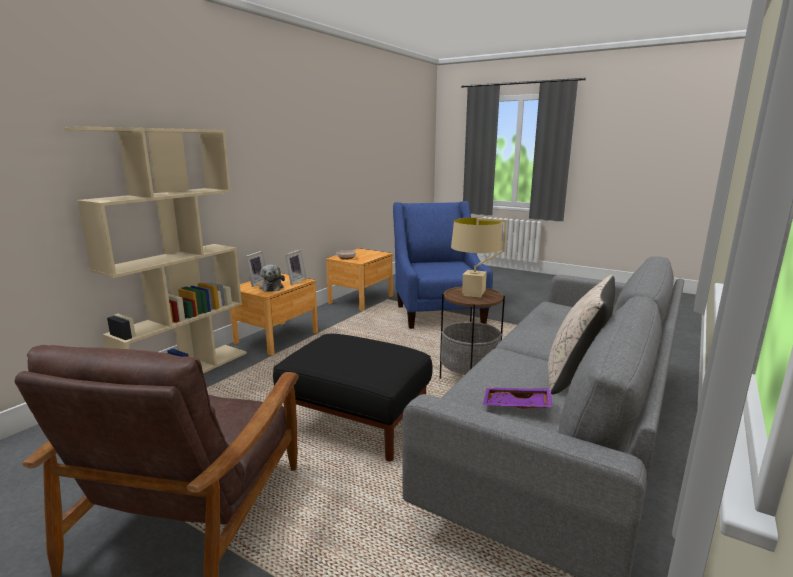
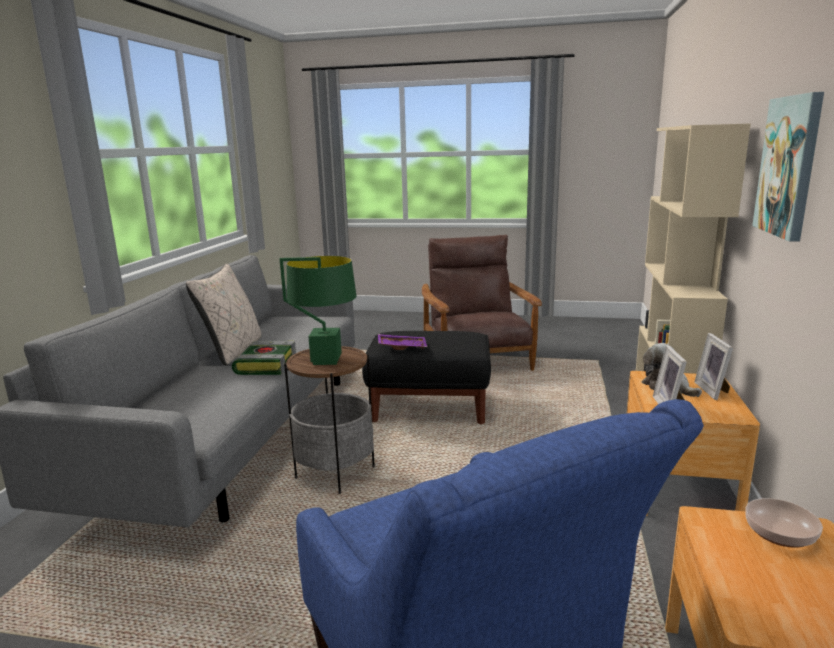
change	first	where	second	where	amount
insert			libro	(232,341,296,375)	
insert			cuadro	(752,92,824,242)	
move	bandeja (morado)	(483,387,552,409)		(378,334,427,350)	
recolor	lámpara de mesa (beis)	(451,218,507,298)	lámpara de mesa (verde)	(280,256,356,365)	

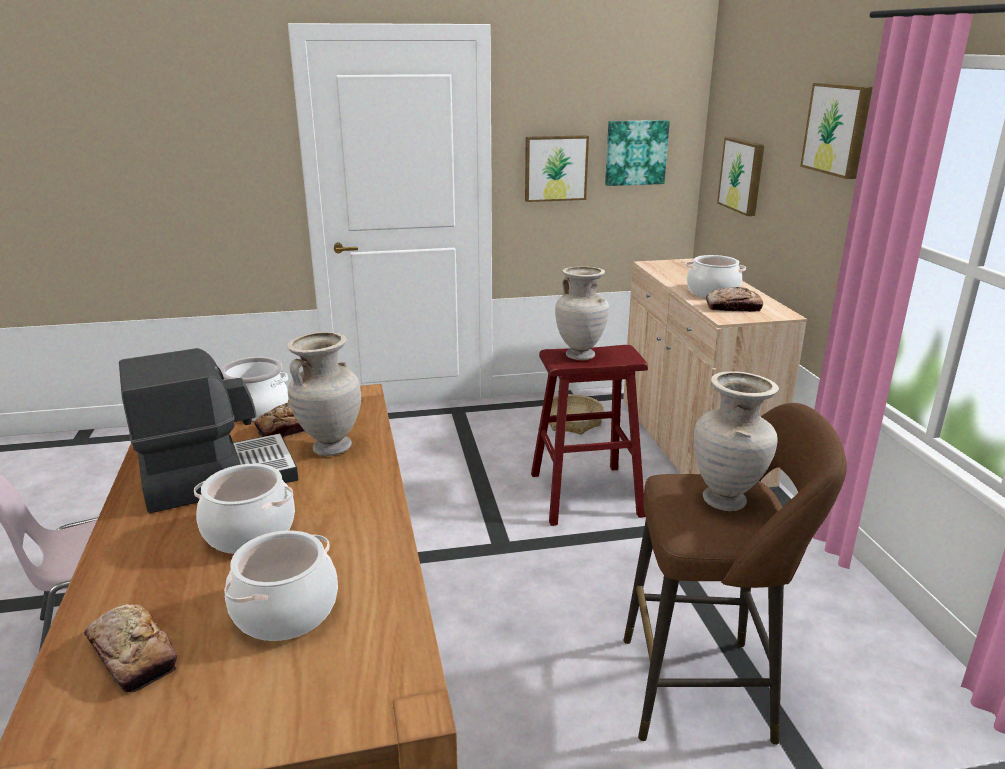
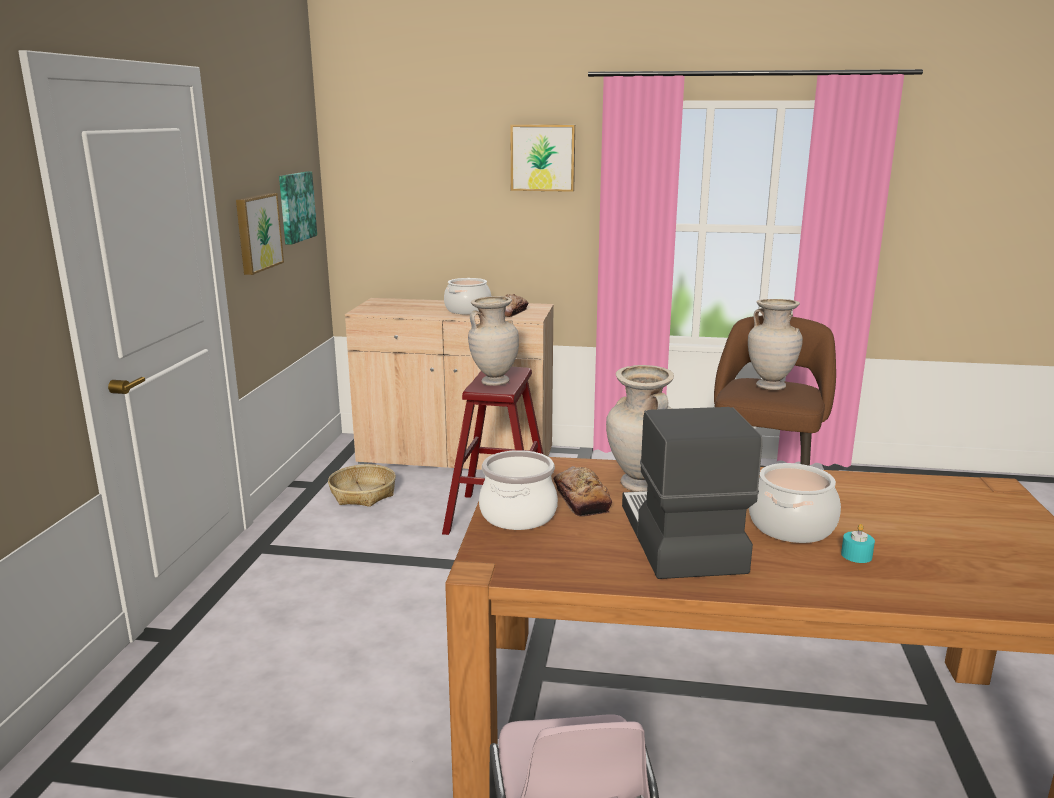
change	first	where	second	where	amount
delete	pan	(84,604,177,693)			
delete	olla	(224,530,338,641)			
delete	cuadro	(717,137,764,216)			
insert			vela (turquesa)	(841,524,875,563)	

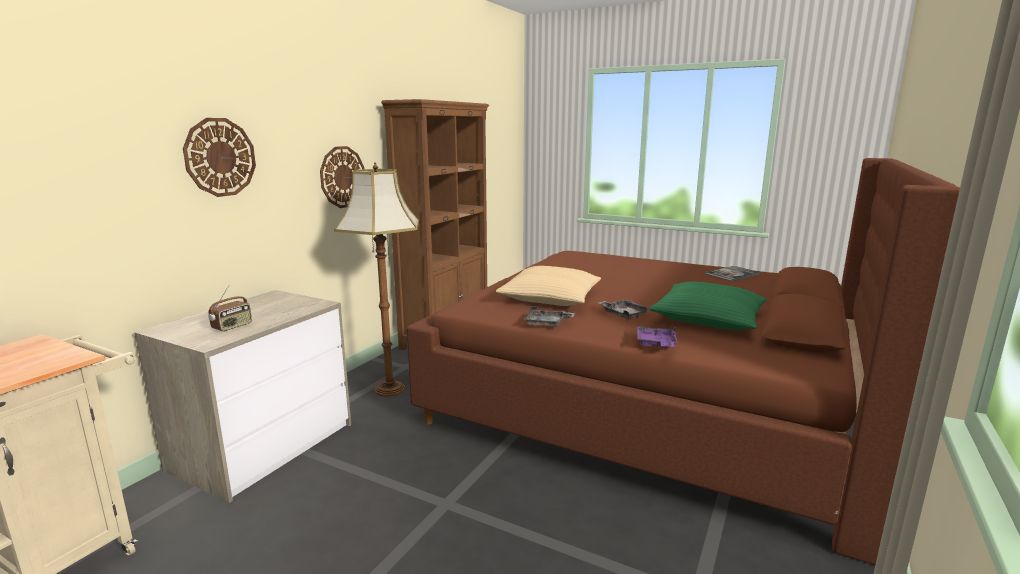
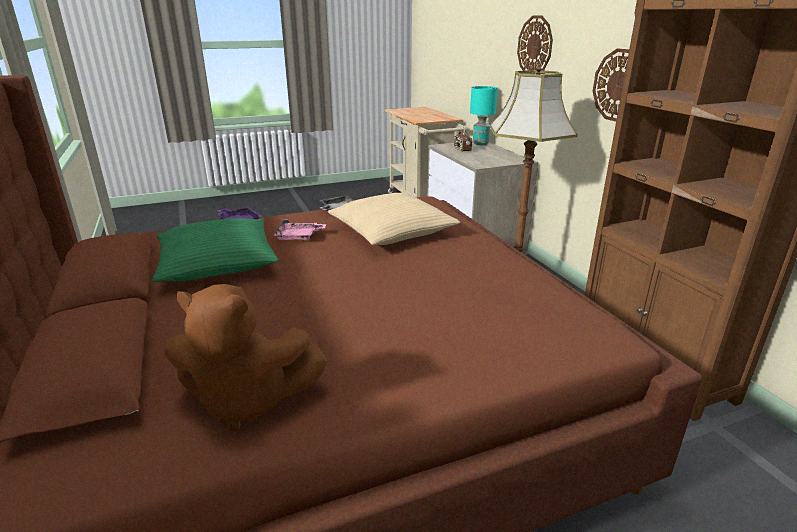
change	first	where	second	where	amount
insert			lámpara de mesa (turquesa)	(470,86,498,145)	
replace	libro	(706,266,760,281)	peluche (marrón)	(165,284,328,432)	
recolor	bandeja (gris)	(599,299,649,320)	bandeja (rosa)	(273,220,327,240)	

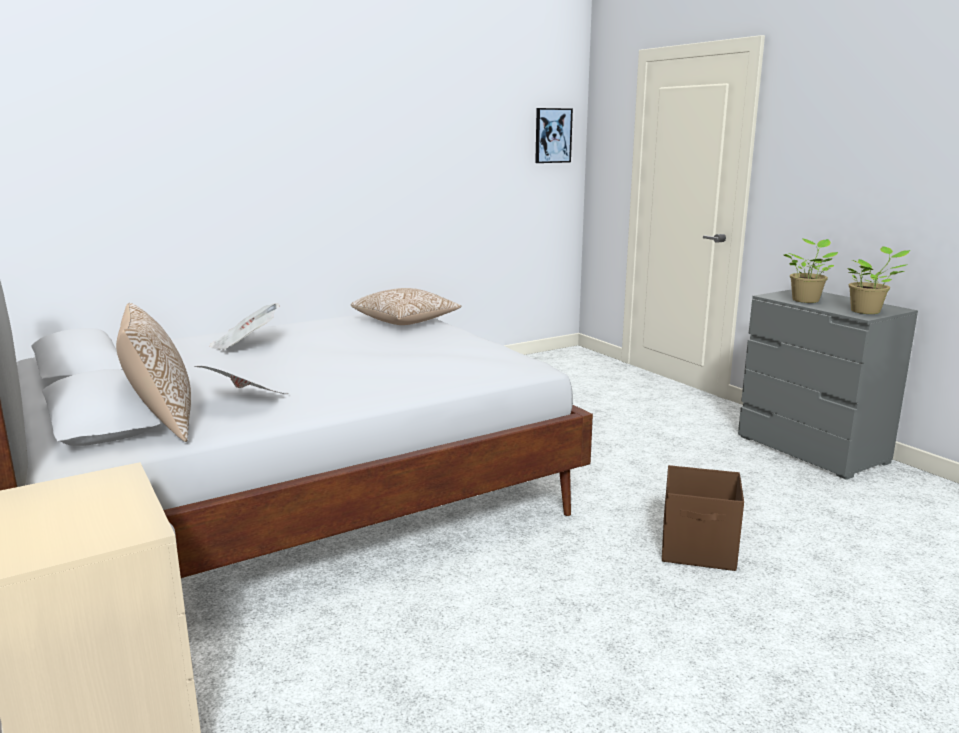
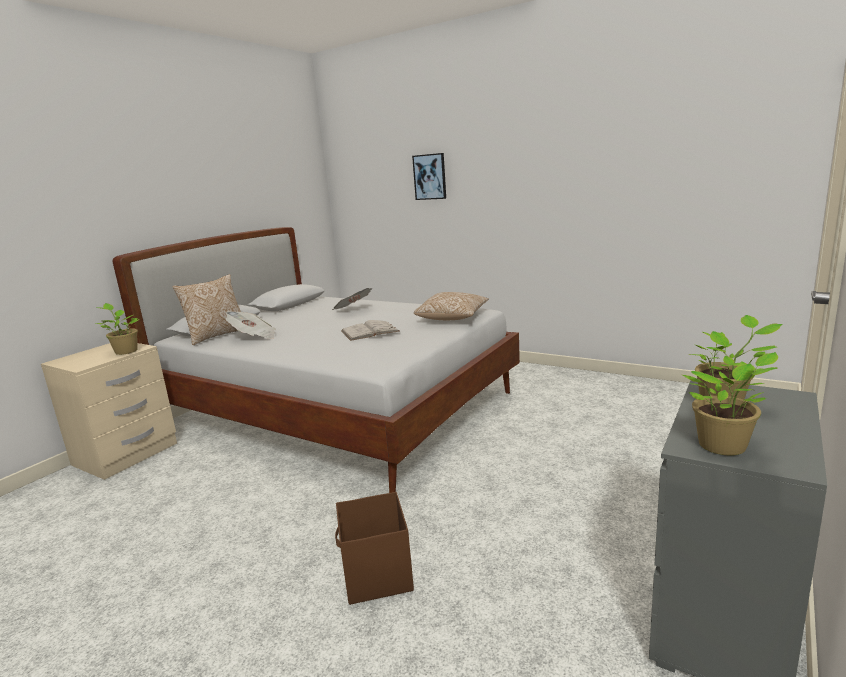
change	first	where	second	where	amount
insert			planta en maceta	(96,303,140,355)	
insert			libro (blanco)	(341,320,400,341)	
move	cuadro	(535,108,573,163)		(412,153,446,200)	

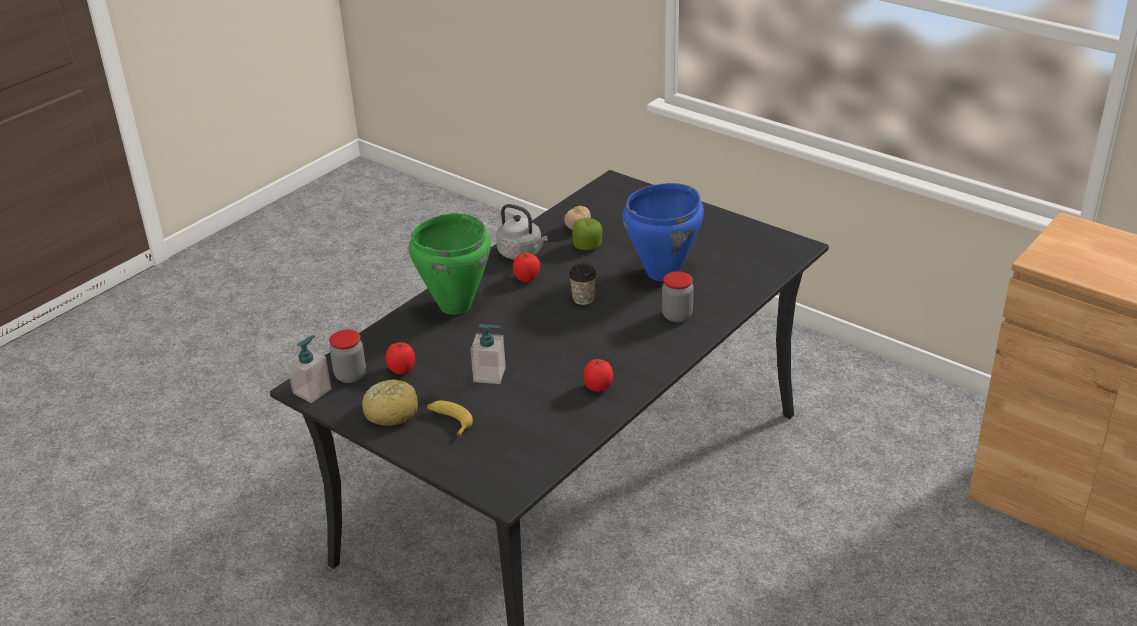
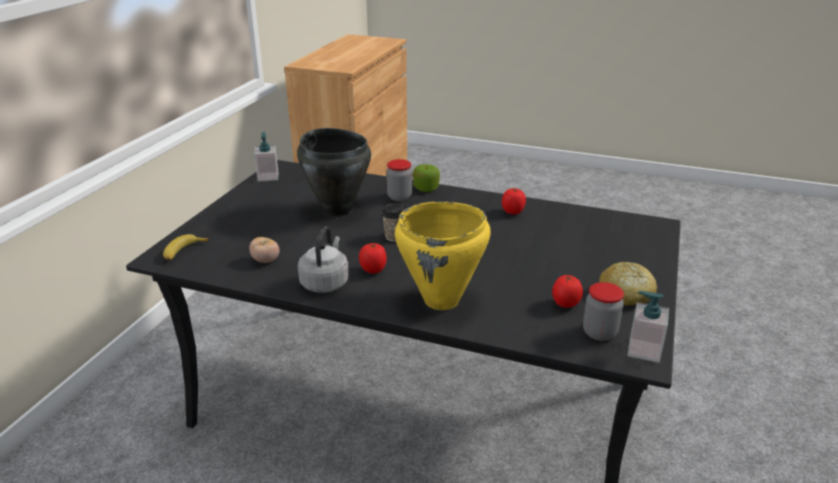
change	first	where	second	where	amount
move	plátano	(427,401,473,437)		(163,234,209,261)	
move	dispensador de jabón	(470,324,506,384)		(254,132,278,182)	
move	manzana	(572,218,602,250)		(413,164,440,192)	
recolor	olla (verde)	(409,213,491,314)	olla (amarillo)	(395,202,491,310)	
recolor	olla (azul)	(622,183,704,281)	olla (negro)	(297,128,371,216)	

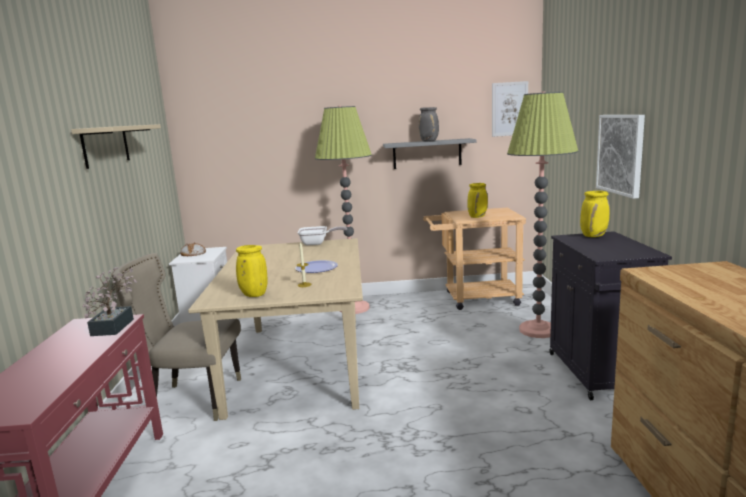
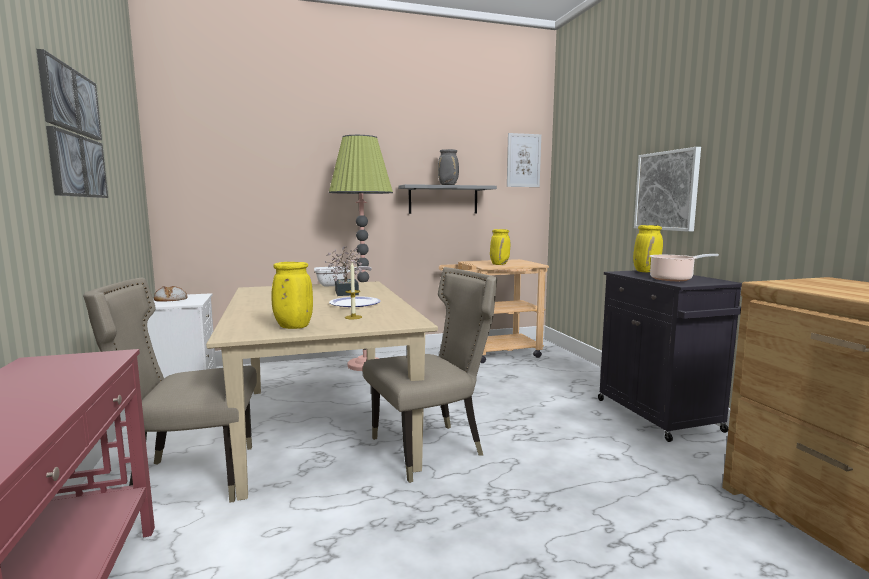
change	first	where	second	where	amount
delete	lámpara de pie	(507,91,579,338)			
insert			silla (beis)	(363,267,497,483)	
insert			olla	(649,254,719,281)	
move	planta en maceta	(83,267,137,336)		(325,246,363,296)	
replace	estante (beis)	(71,124,161,169)	cuadro	(36,49,108,198)	

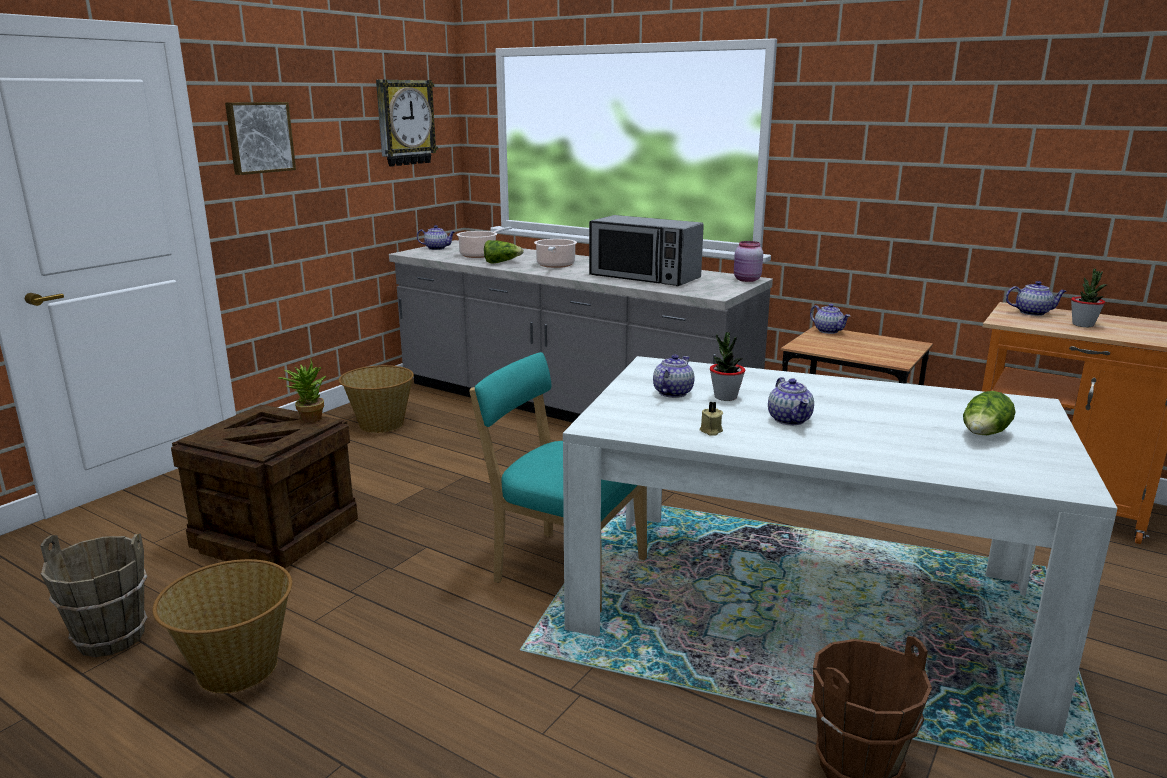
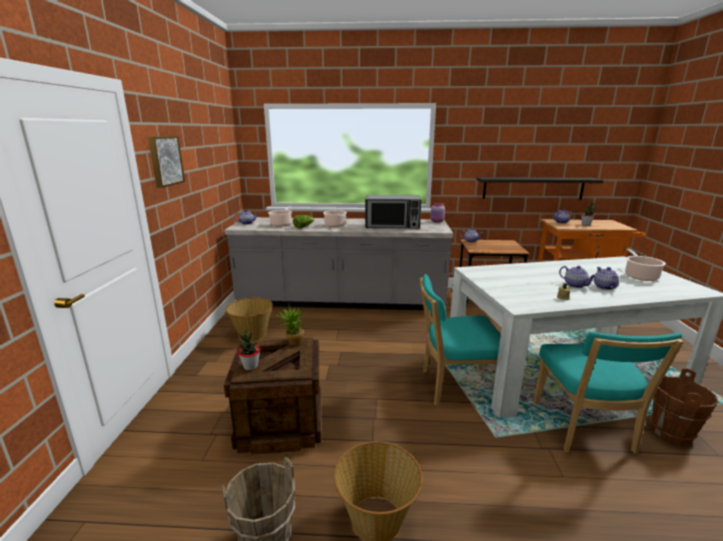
change	first	where	second	where	amount
delete	reloj de pared	(376,80,438,166)			
insert			estante	(477,177,604,200)	
insert			silla (turquesa)	(533,332,684,454)	
move	tetera	(653,354,694,398)		(594,267,619,290)	
move	planta en maceta	(710,332,745,401)		(238,330,260,370)	
replace	lechuga	(963,391,1016,435)	olla	(625,249,666,281)	

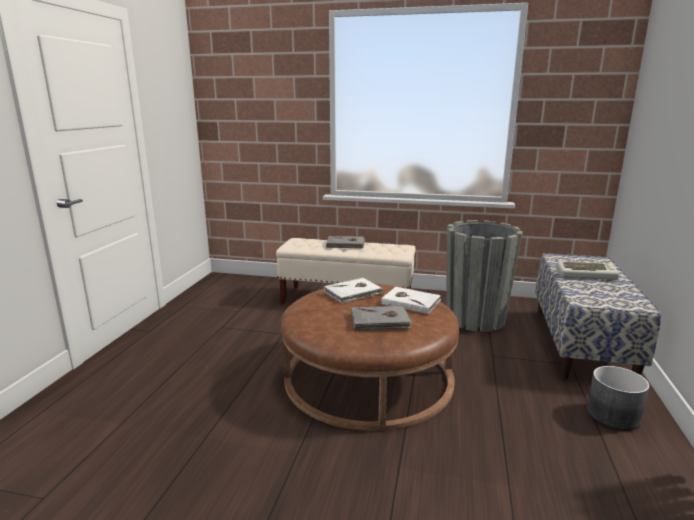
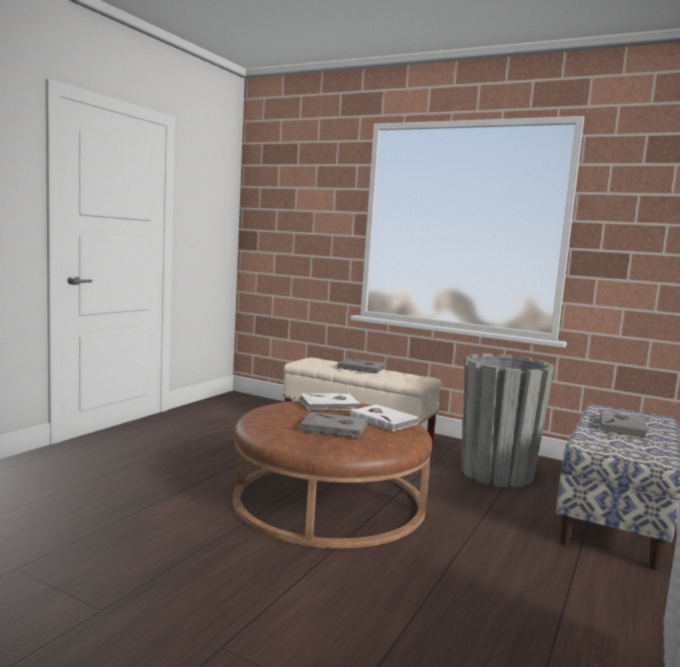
change	first	where	second	where	amount
delete	maceta (gris)	(587,366,649,431)			
replace	teclado	(556,261,619,280)	libro (gris)	(600,411,647,438)	

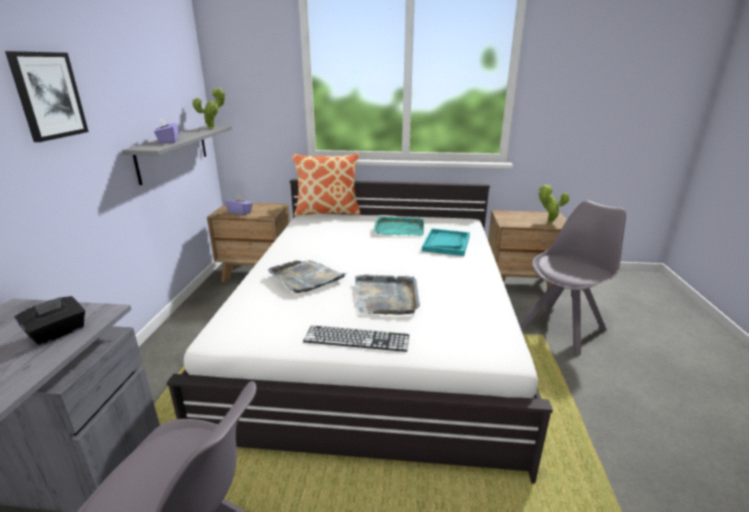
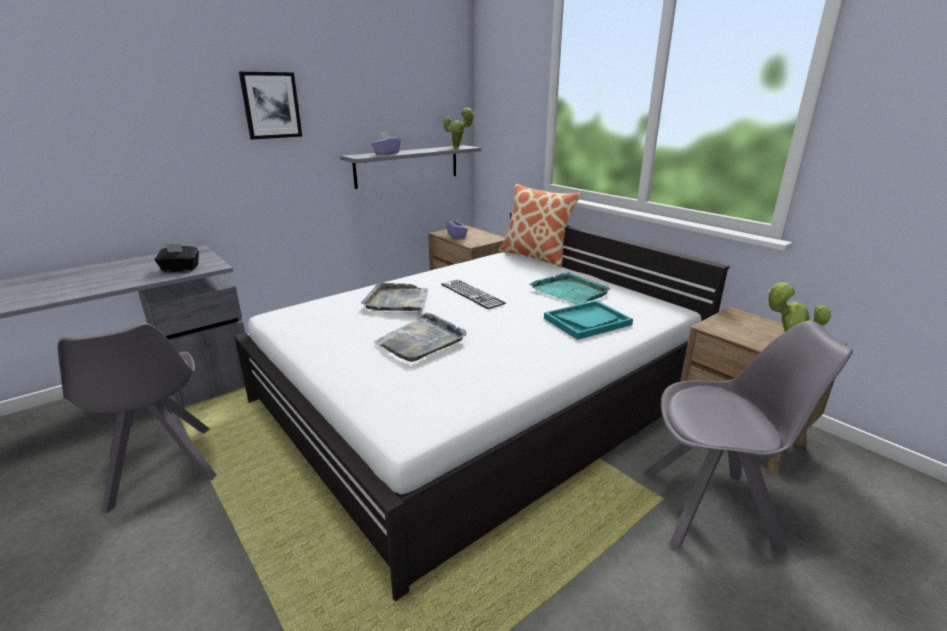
change	first	where	second	where	amount
move	teclado	(303,325,409,352)		(441,280,506,309)	

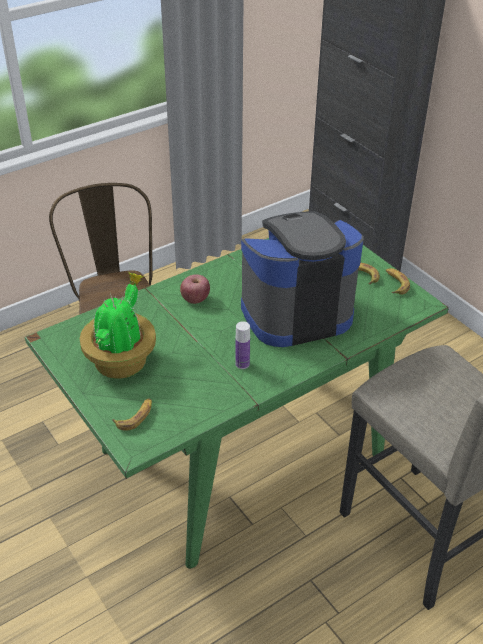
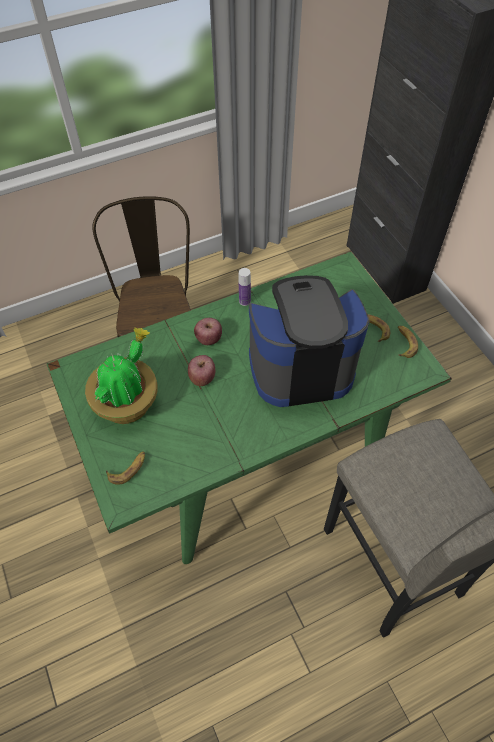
change	first	where	second	where	amount
insert			manzana	(188,355,215,386)	
move	botella	(236,321,250,369)		(239,268,251,306)	

